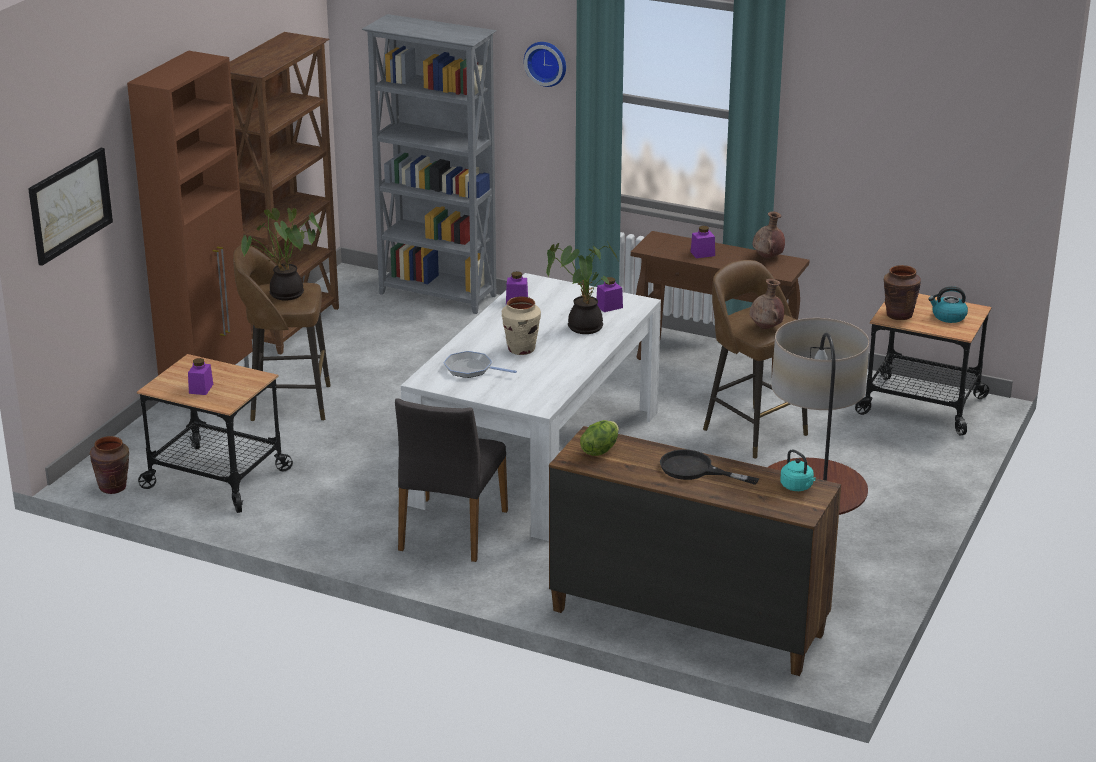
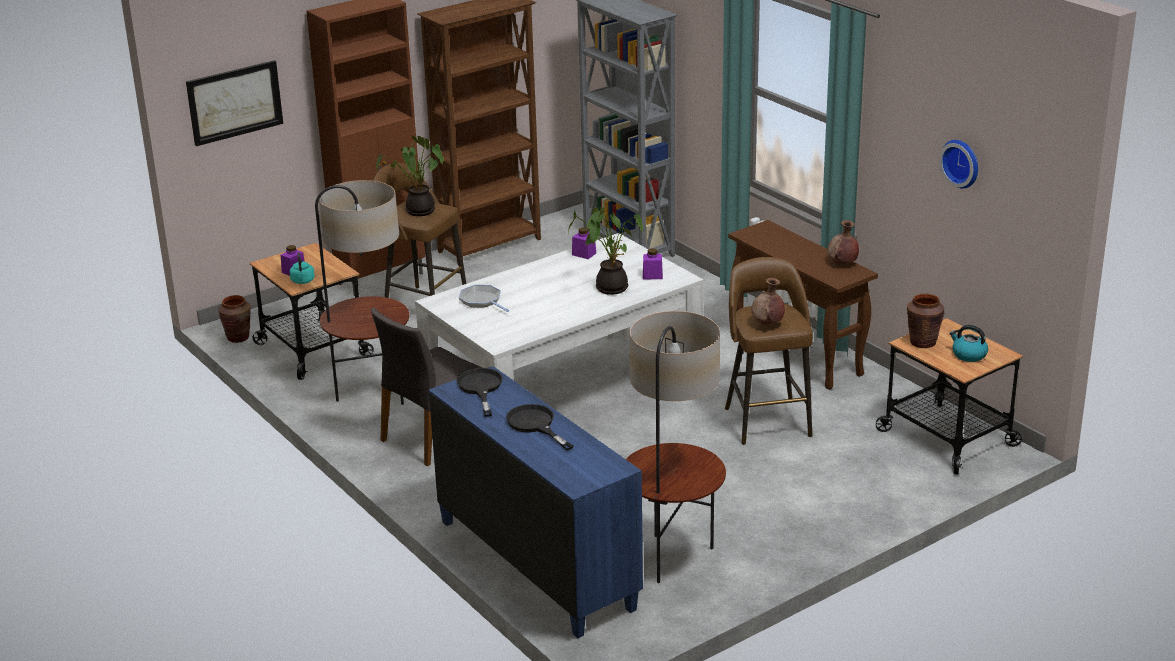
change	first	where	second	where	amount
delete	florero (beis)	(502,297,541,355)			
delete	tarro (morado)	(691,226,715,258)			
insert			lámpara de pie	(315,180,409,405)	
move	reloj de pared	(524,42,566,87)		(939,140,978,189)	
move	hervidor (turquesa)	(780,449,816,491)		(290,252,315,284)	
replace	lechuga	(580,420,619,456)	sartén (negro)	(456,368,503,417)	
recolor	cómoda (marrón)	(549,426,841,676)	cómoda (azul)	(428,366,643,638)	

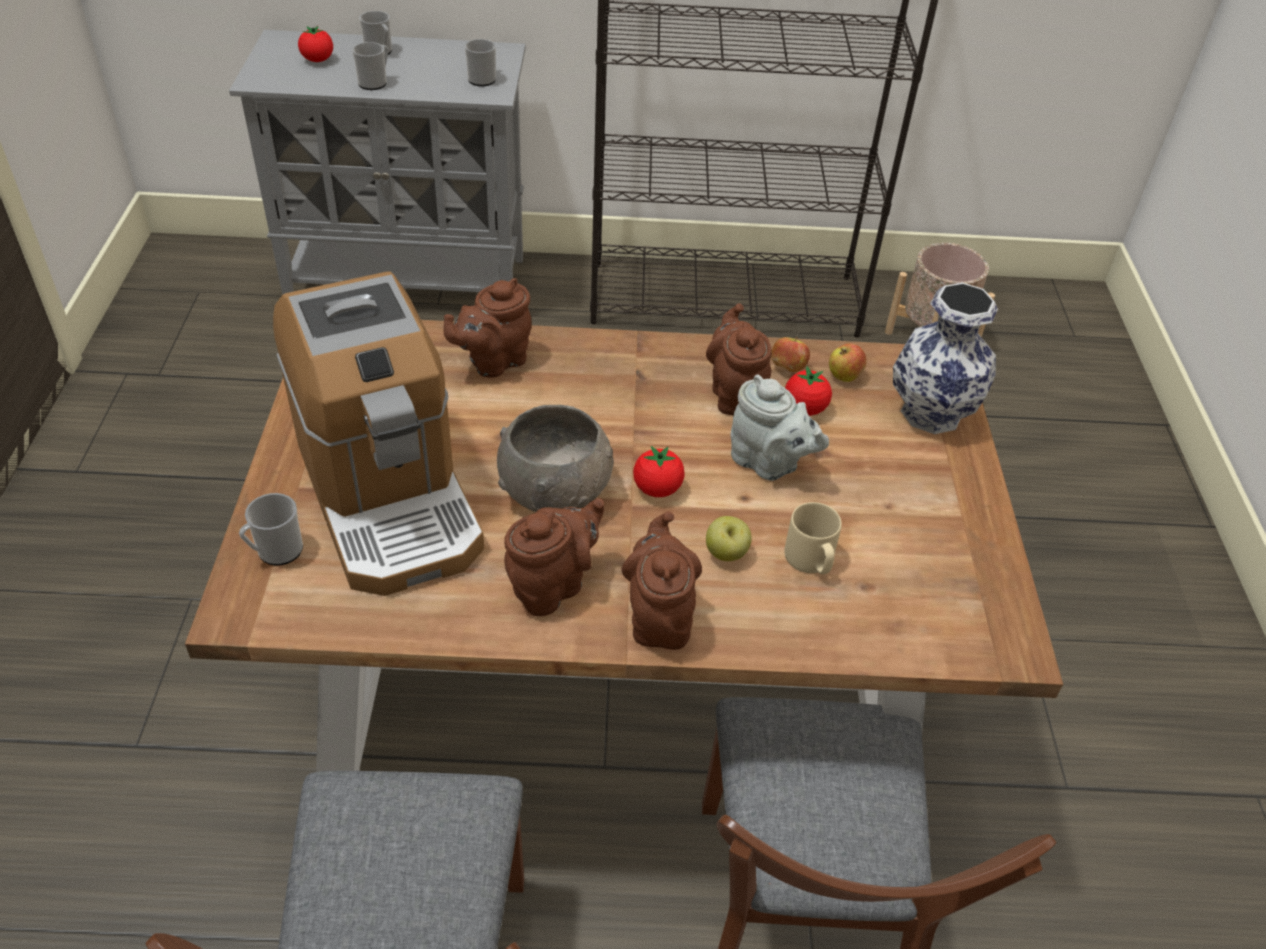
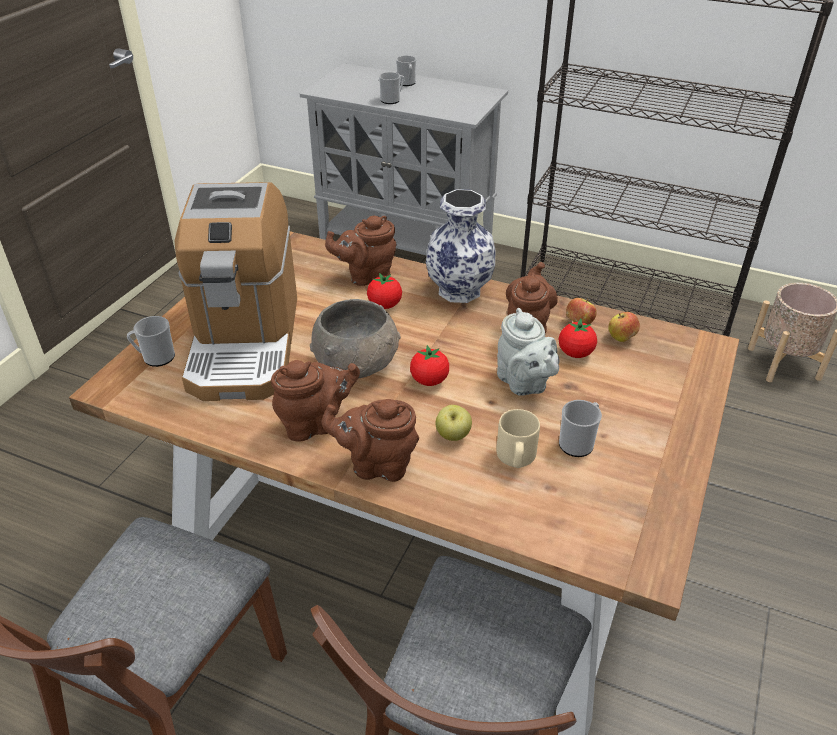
change	first	where	second	where	amount
move	tomate	(298,26,333,62)		(367,273,402,309)	
move	taza grande	(465,39,496,86)		(559,400,602,457)	
move	florero	(893,283,998,434)		(426,189,495,303)	
rotate	tetera (marrón)	(622,511,702,650)		(322,399,419,482)	105 degrees counterclockwise

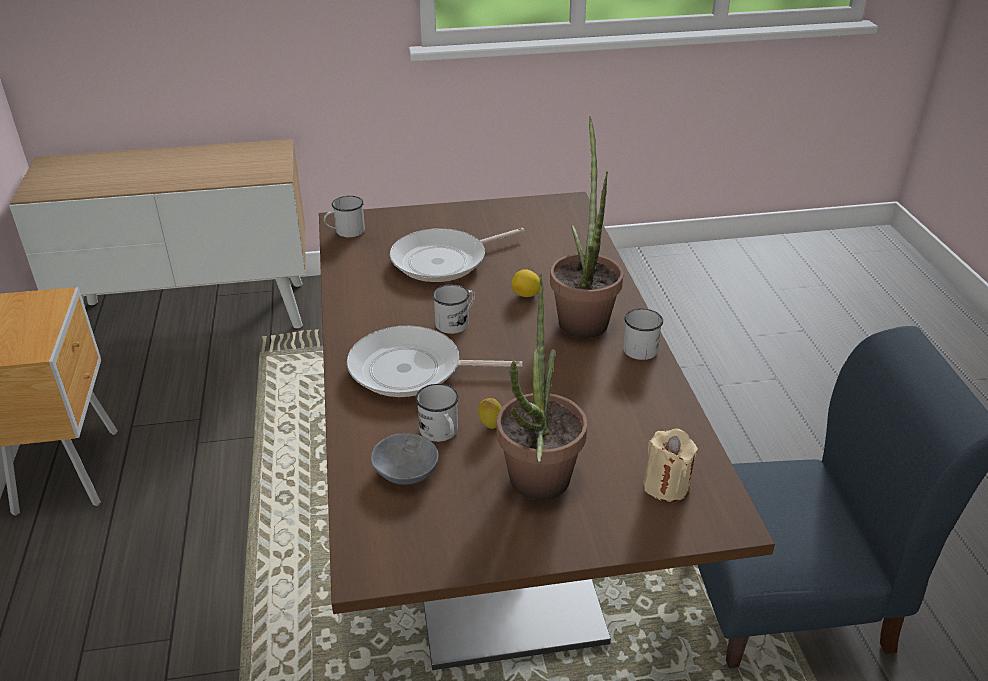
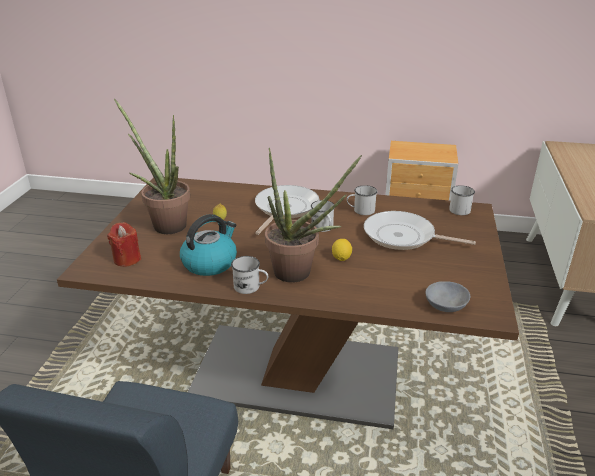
change	first	where	second	where	amount
insert			hervidor	(180,214,237,276)	
move	cuenco (gris)	(371,433,439,485)		(425,281,470,312)	
move	taza grande (blanco)	(416,384,459,442)		(347,185,378,215)	
recolor	vela (beis)	(643,429,698,502)	vela (rojo)	(107,222,141,267)	
rotate	sartén	(390,228,525,282)		(364,211,476,250)	60 degrees counterclockwise

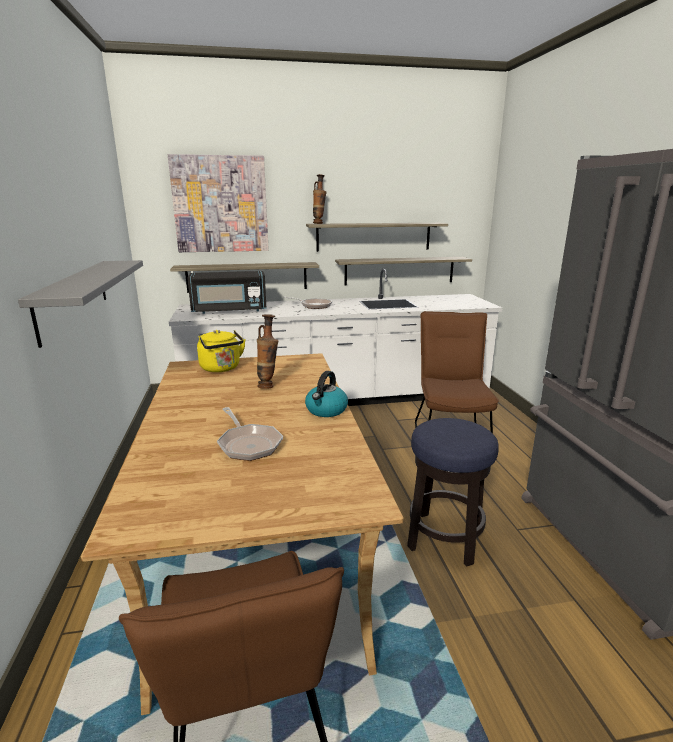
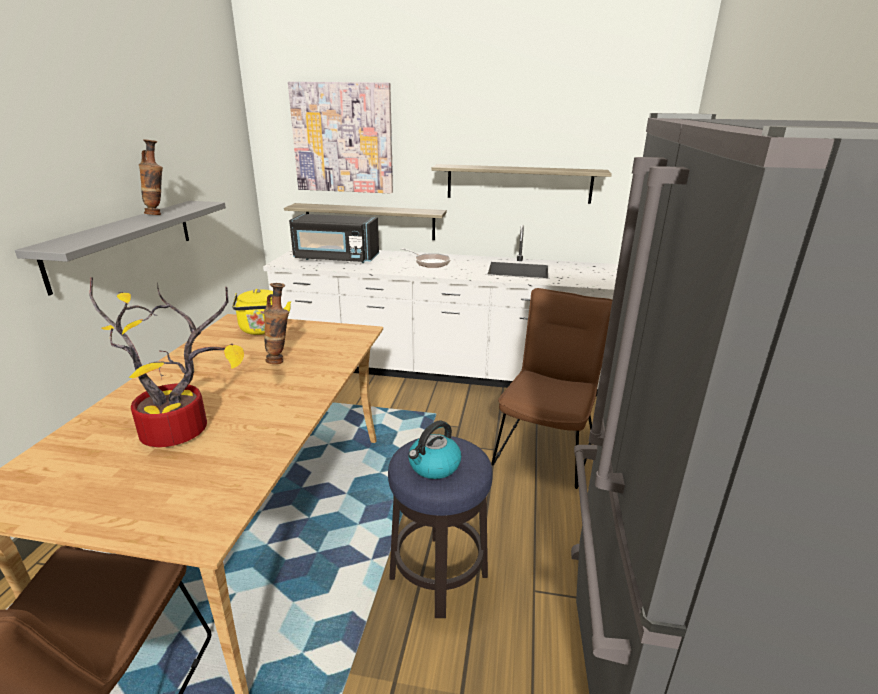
change	first	where	second	where	amount
delete	estante	(335,257,472,286)			
move	hervidor	(305,371,348,417)		(408,421,461,479)	
move	florero	(313,174,327,224)		(139,139,163,215)	
replace	sartén	(217,407,283,461)	planta en maceta	(89,277,244,447)	

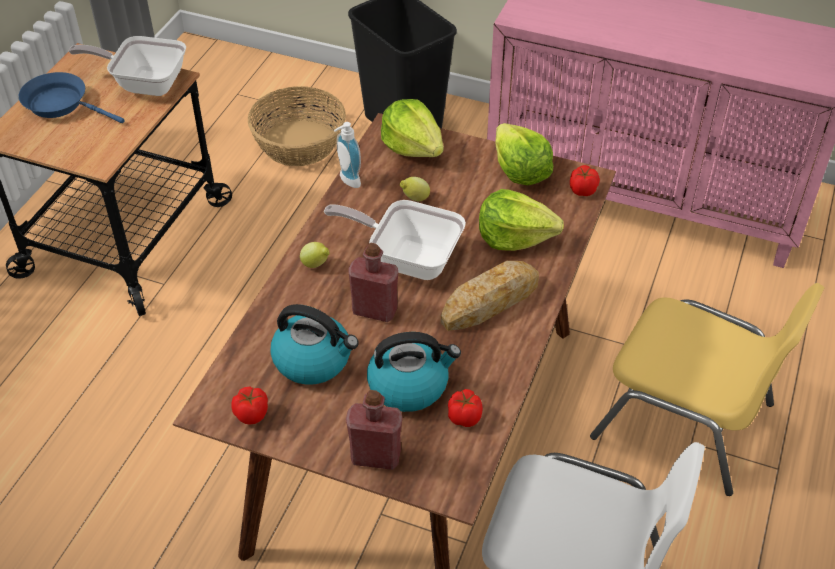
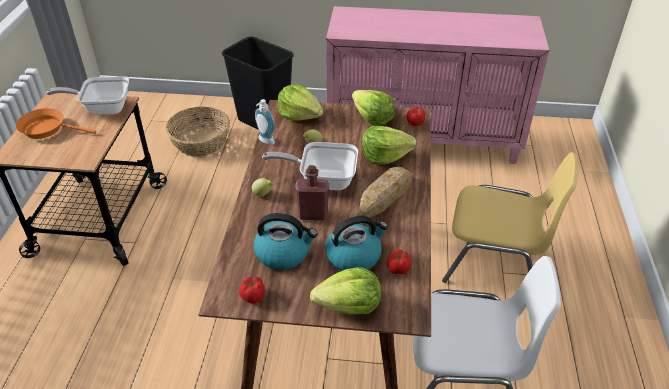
change	first	where	second	where	amount
replace	botella (rojo)	(346,390,403,470)	lechuga	(310,267,381,315)	
recolor	sartén (azul)	(19,72,125,123)	sartén (naranja)	(16,108,96,139)	

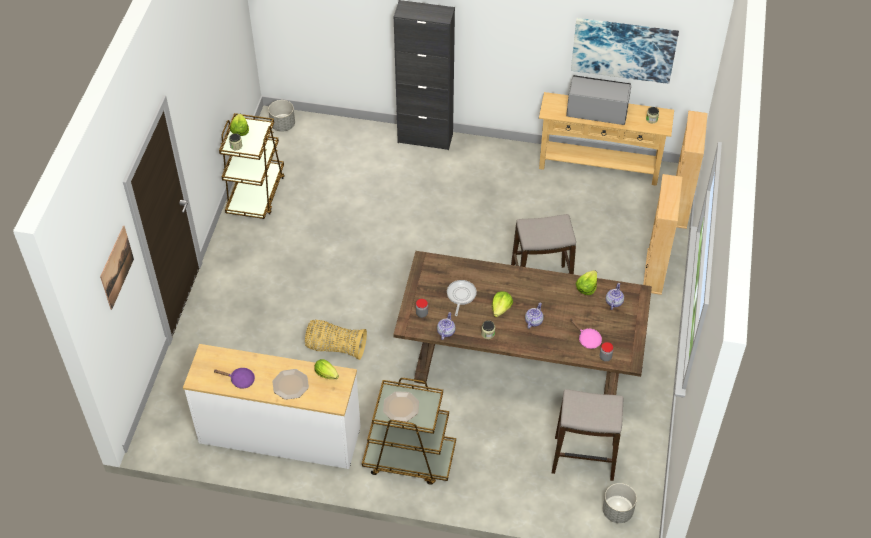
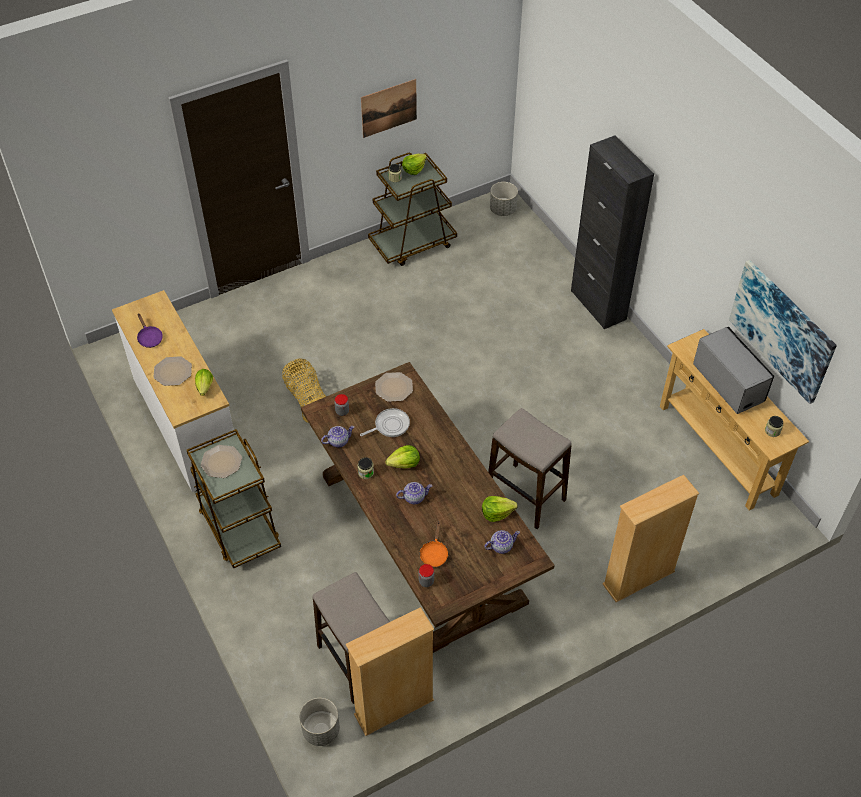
change	first	where	second	where	amount
insert			plato	(375,372,413,402)	
move	cuadro	(100,225,134,310)		(361,79,417,138)	
move	estantería (beis)	(676,110,708,229)		(346,607,434,736)	
recolor	sartén (rosa)	(570,318,602,349)	sartén (naranja)	(420,521,449,567)	

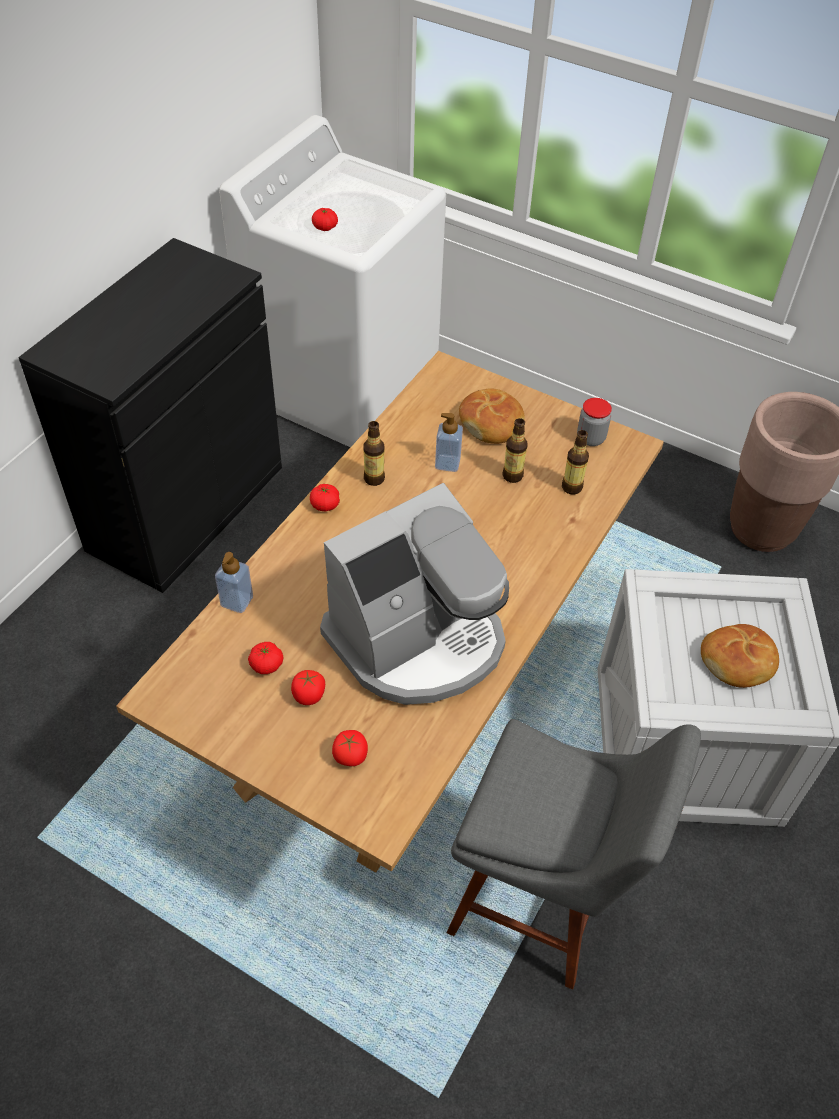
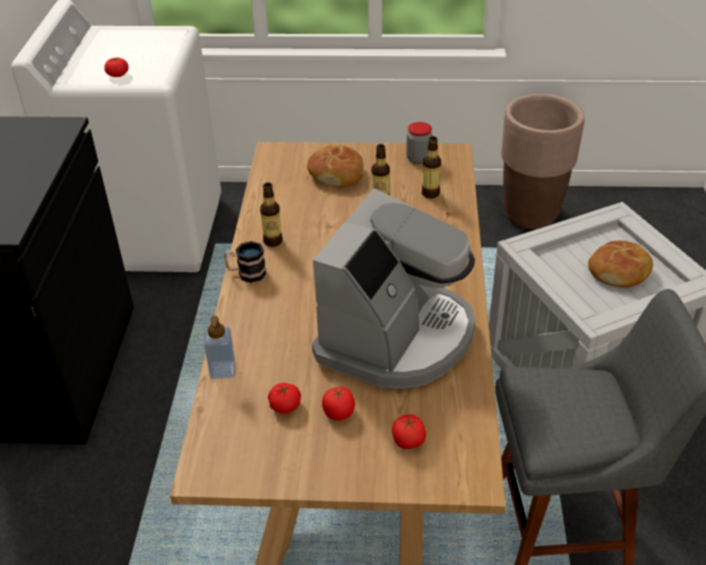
change	first	where	second	where	amount
delete	dispensador de jabón	(435,413,463,472)			
replace	tomate	(310,484,340,511)	taza grande	(224,241,266,283)	

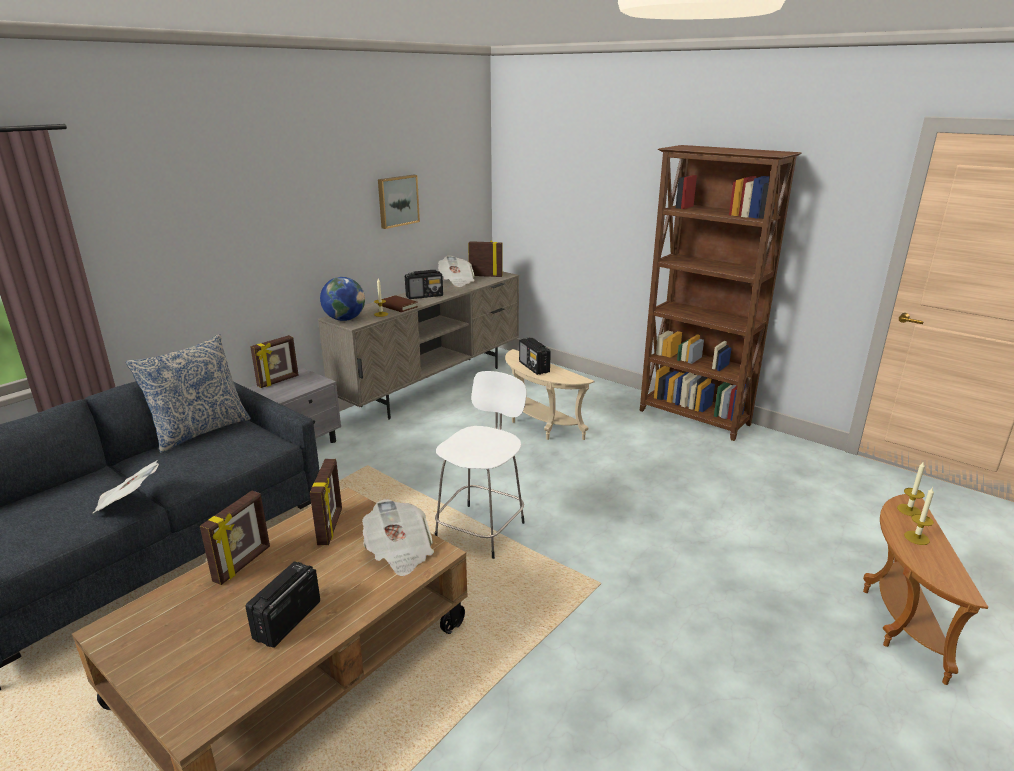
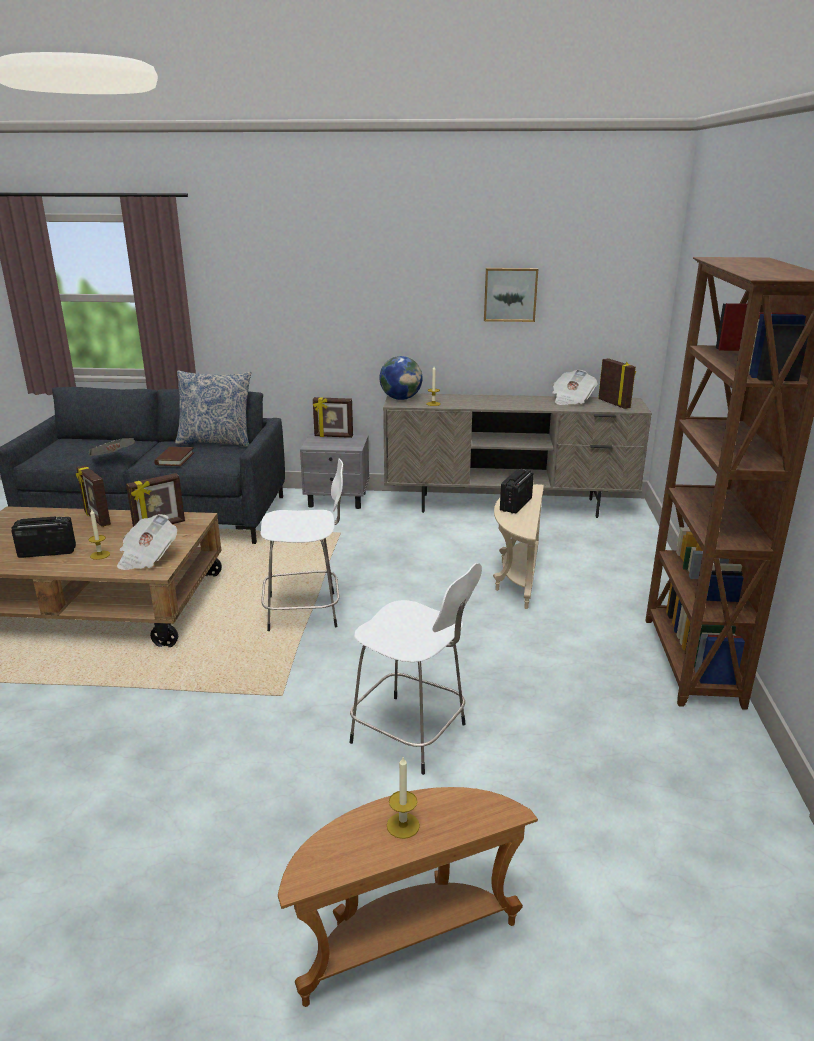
change	first	where	second	where	amount
delete	radio	(405,270,443,299)			
insert			taburete (blanco)	(350,563,482,775)	
move	libro (marrón)	(378,295,418,312)		(154,447,194,466)	
move	vela	(897,461,925,516)		(88,508,110,560)	
rotate	portarretratos	(200,491,270,585)		(76,465,111,527)	60 degrees clockwise

